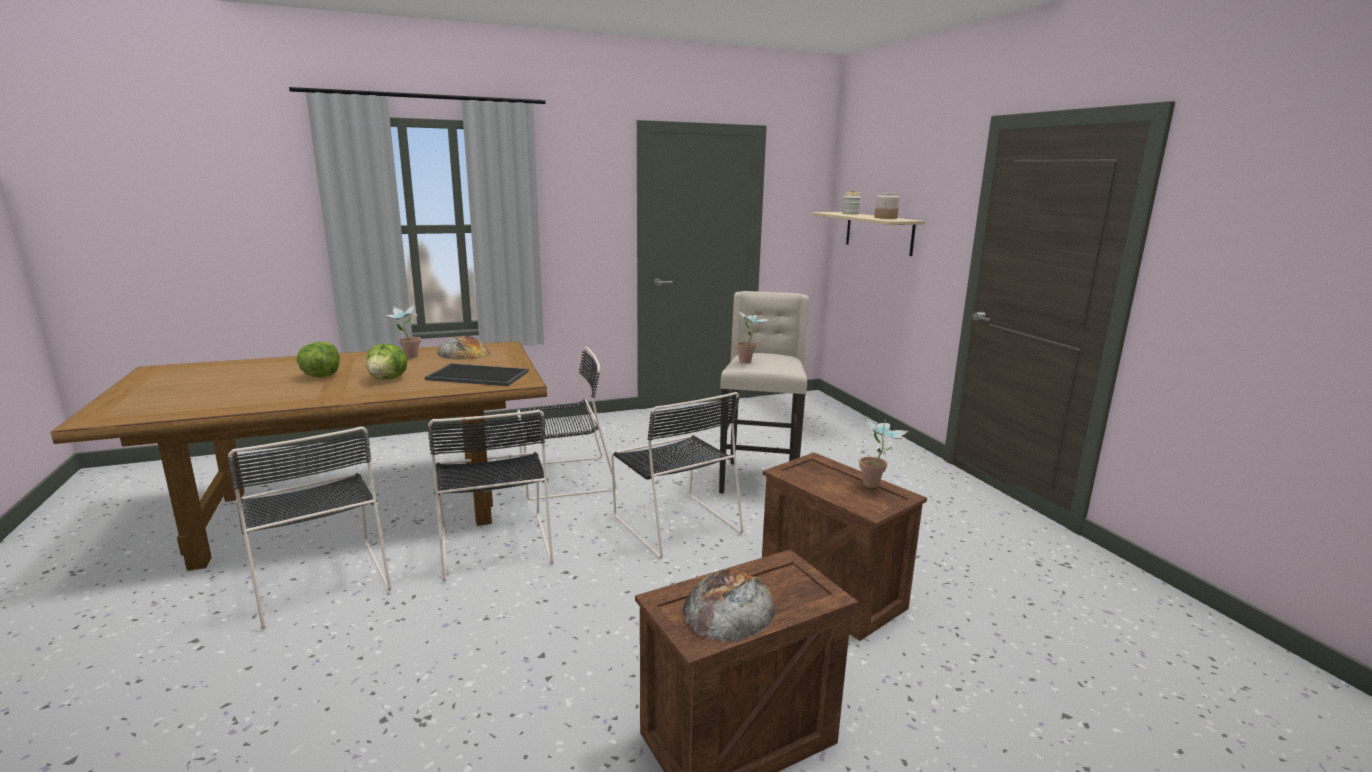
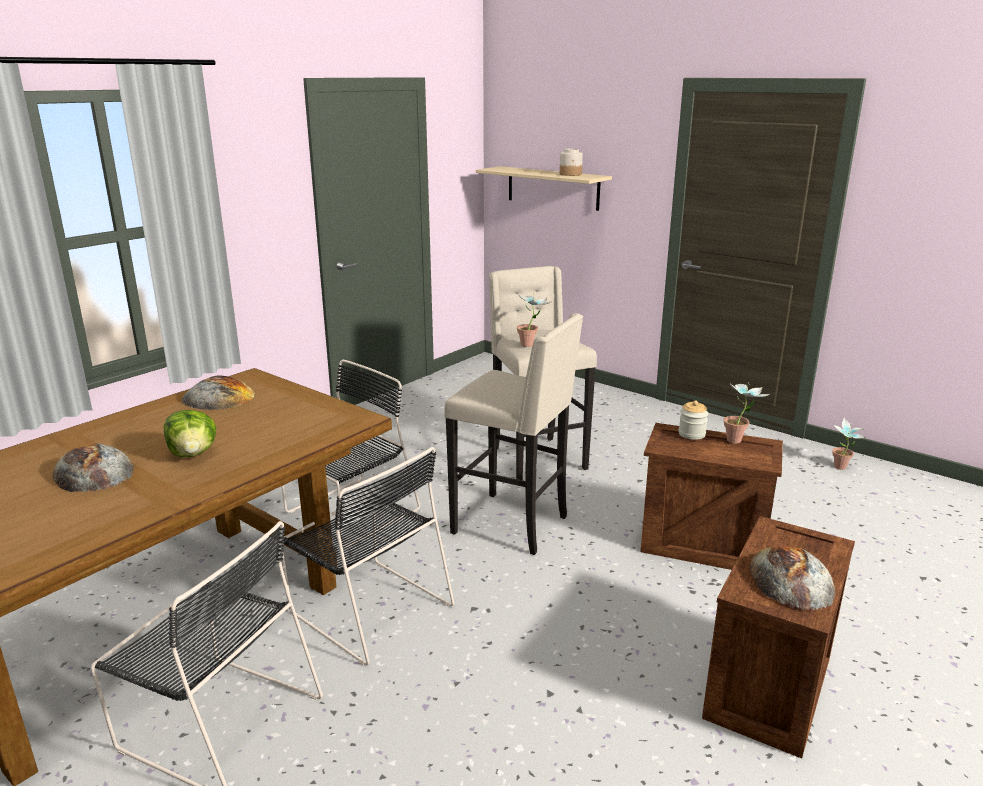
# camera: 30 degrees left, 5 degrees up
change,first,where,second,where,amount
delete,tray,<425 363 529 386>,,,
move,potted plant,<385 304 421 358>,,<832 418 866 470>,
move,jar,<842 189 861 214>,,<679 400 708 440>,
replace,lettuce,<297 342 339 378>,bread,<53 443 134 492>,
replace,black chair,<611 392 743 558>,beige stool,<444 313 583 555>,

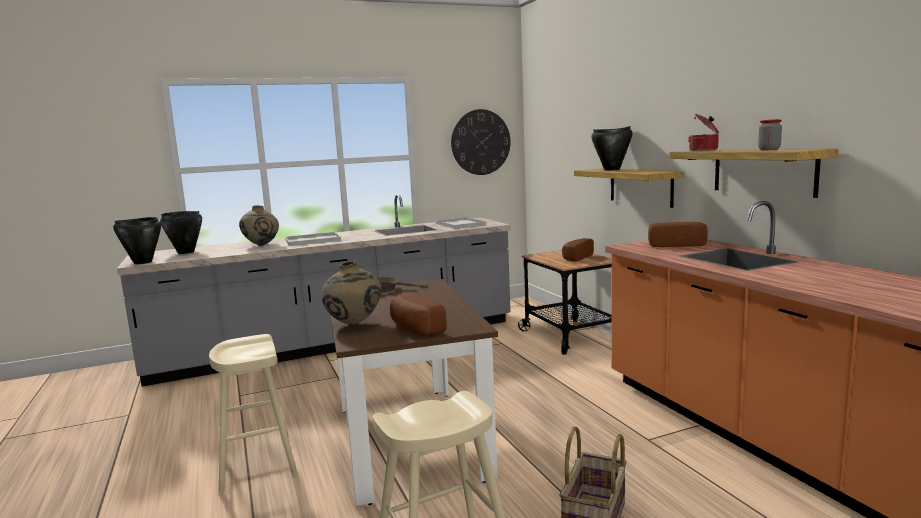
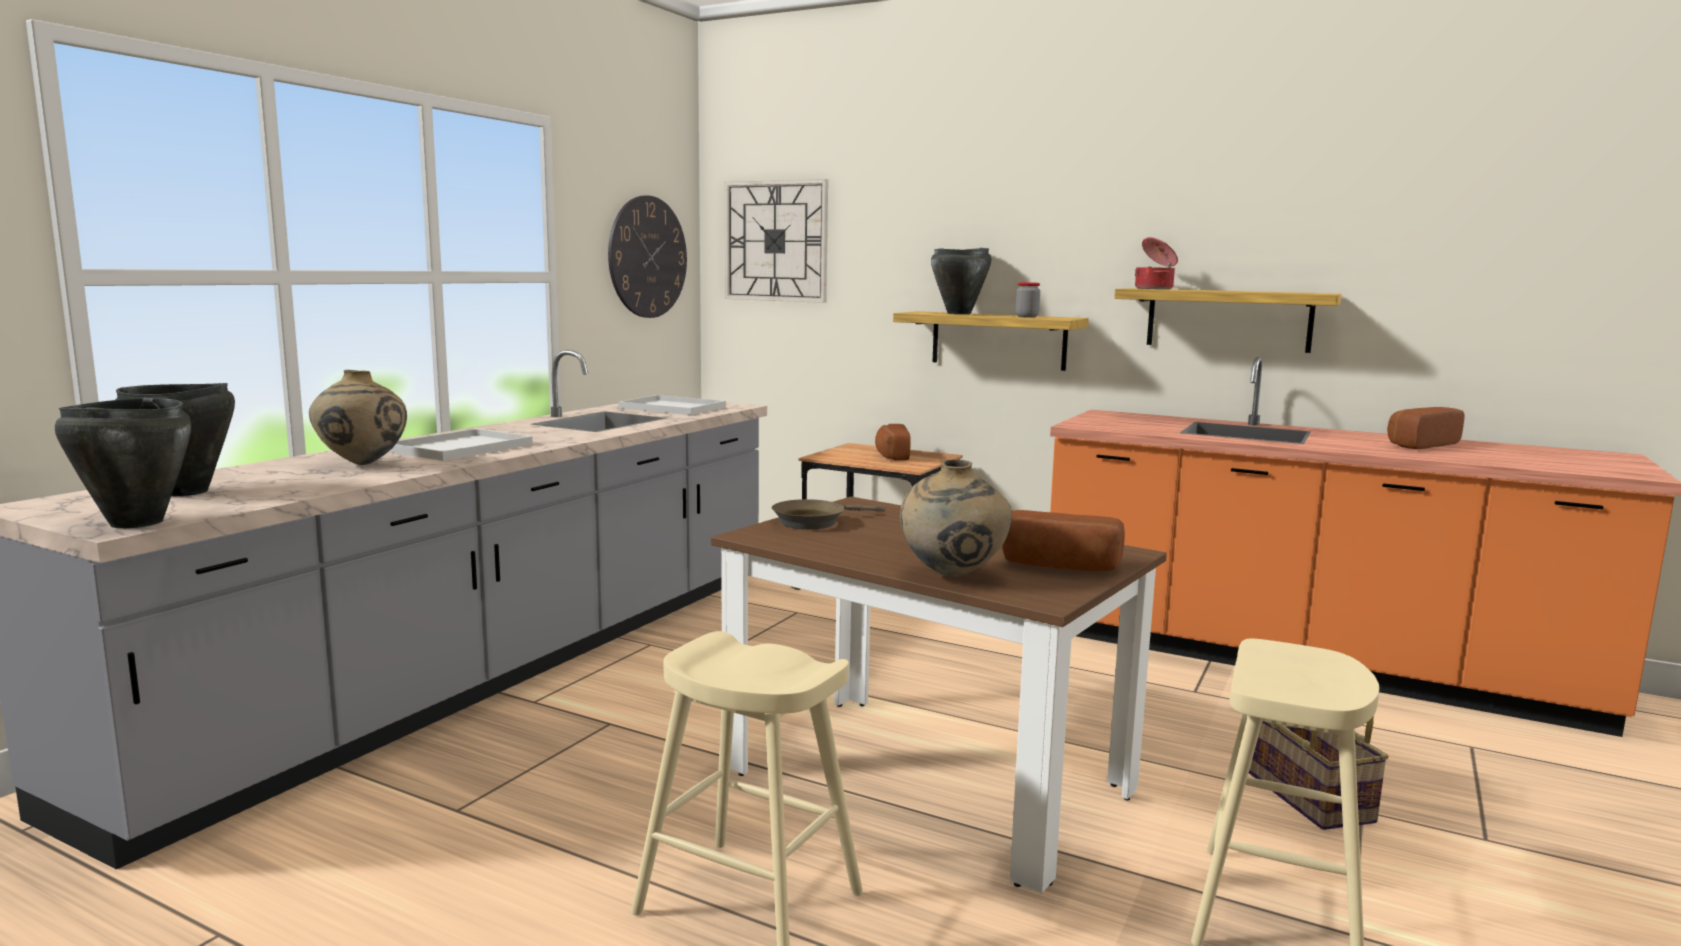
# camera: 40 degrees left, 0 degrees up
change,first,where,second,where,amount
insert,,,wall clock,<724 179 828 303>,
move,bread,<648 222 708 247>,,<1387 407 1465 449>,
move,jar,<758 119 782 150>,,<1016 282 1040 318>,

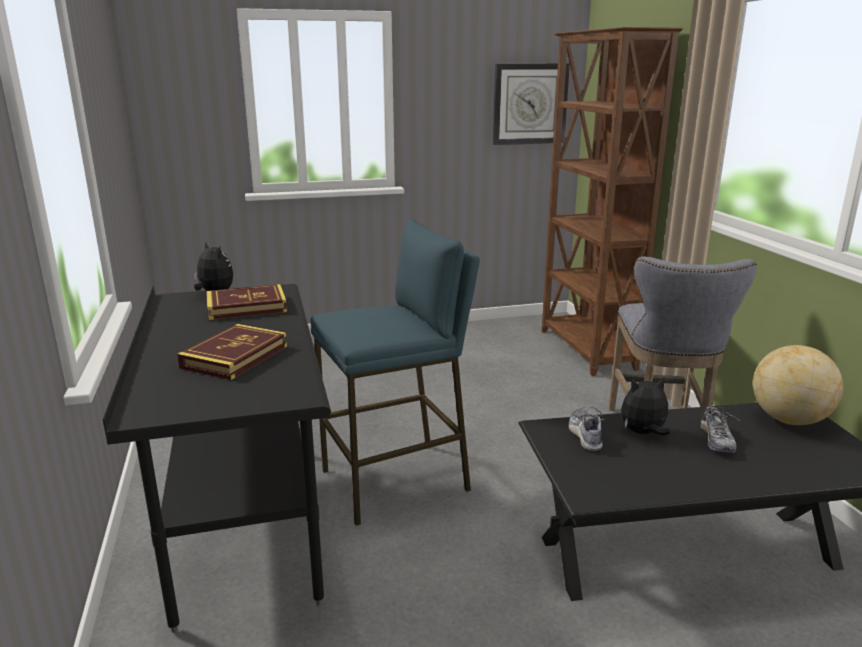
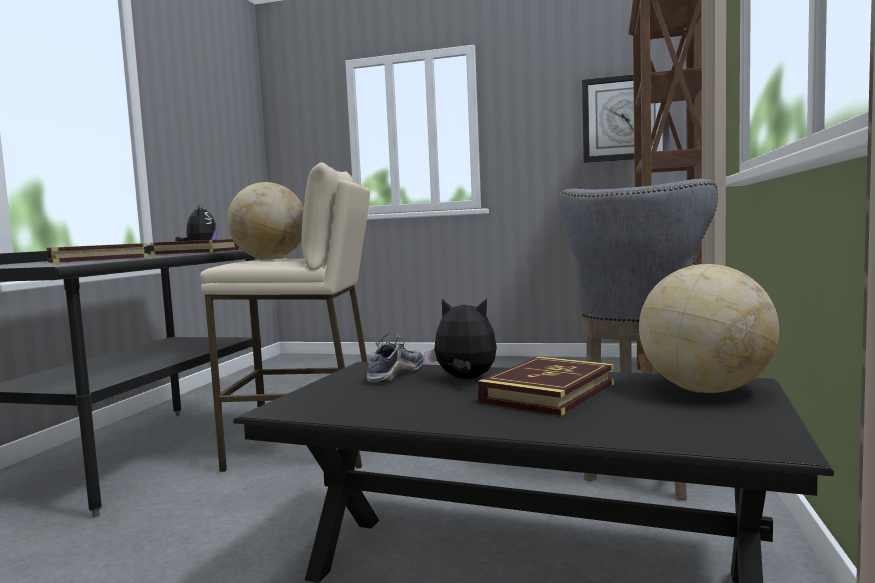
# camera: 30 degrees right, 15 degrees down
change,first,where,second,where,amount
insert,,,globe,<227 182 304 259>,
replace,shoe,<701 404 740 453>,book,<478 357 614 416>,
recolor,blue stool,<311 219 480 526>,beige stool,<200 162 370 472>,

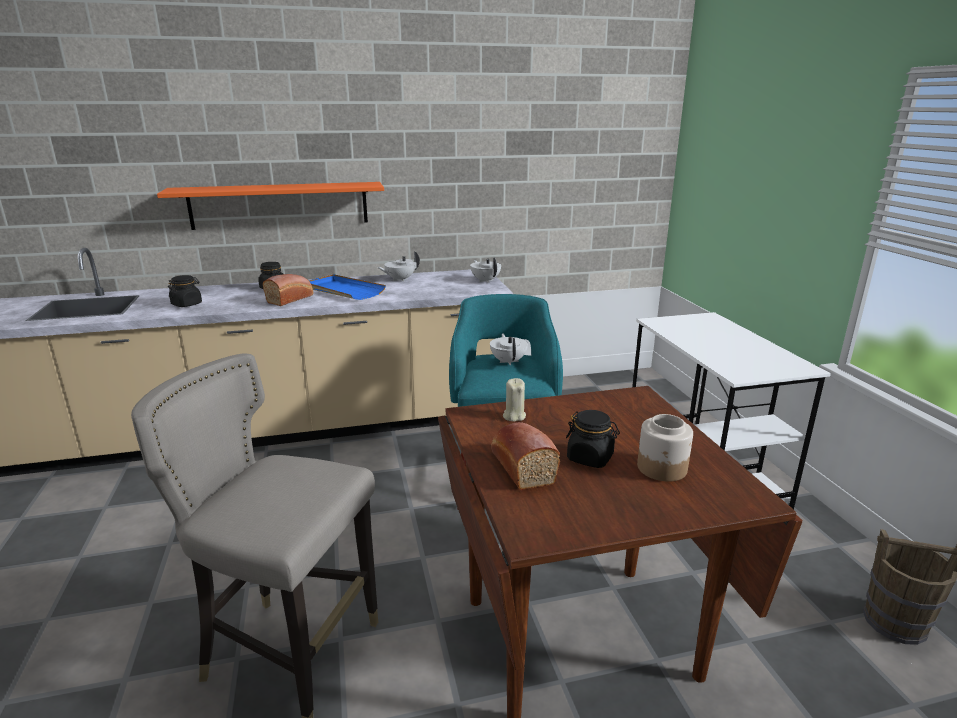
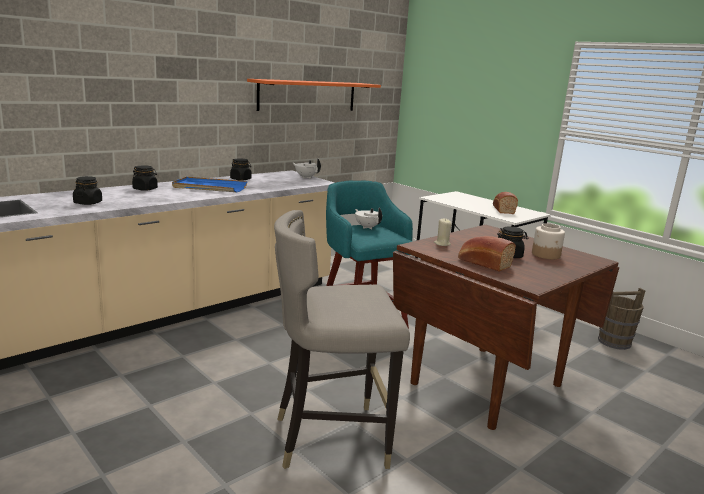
# camera: 30 degrees left, 5 degrees down
change,first,where,second,where,amount
move,orange shelf,<157 182 384 230>,,<247 79 381 111>,
move,bread,<263 274 314 306>,,<493 192 518 214>,
replace,white teapot,<377 251 420 282>,black jar,<230 158 252 181>,

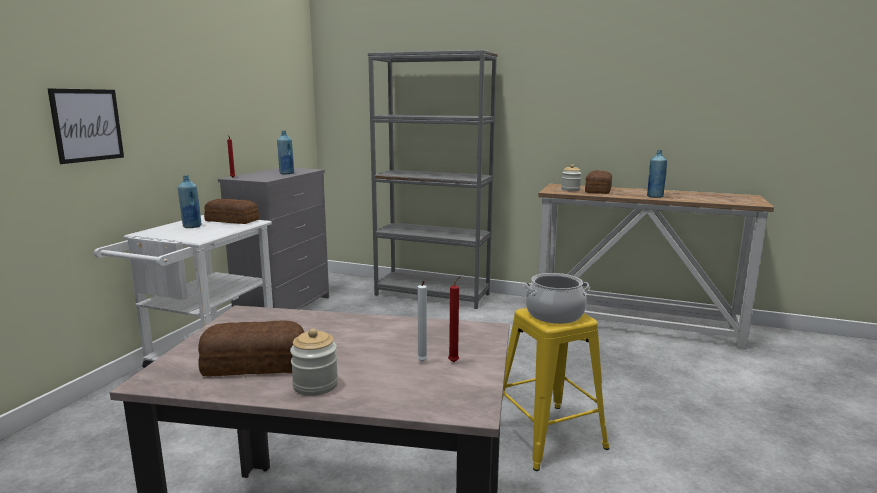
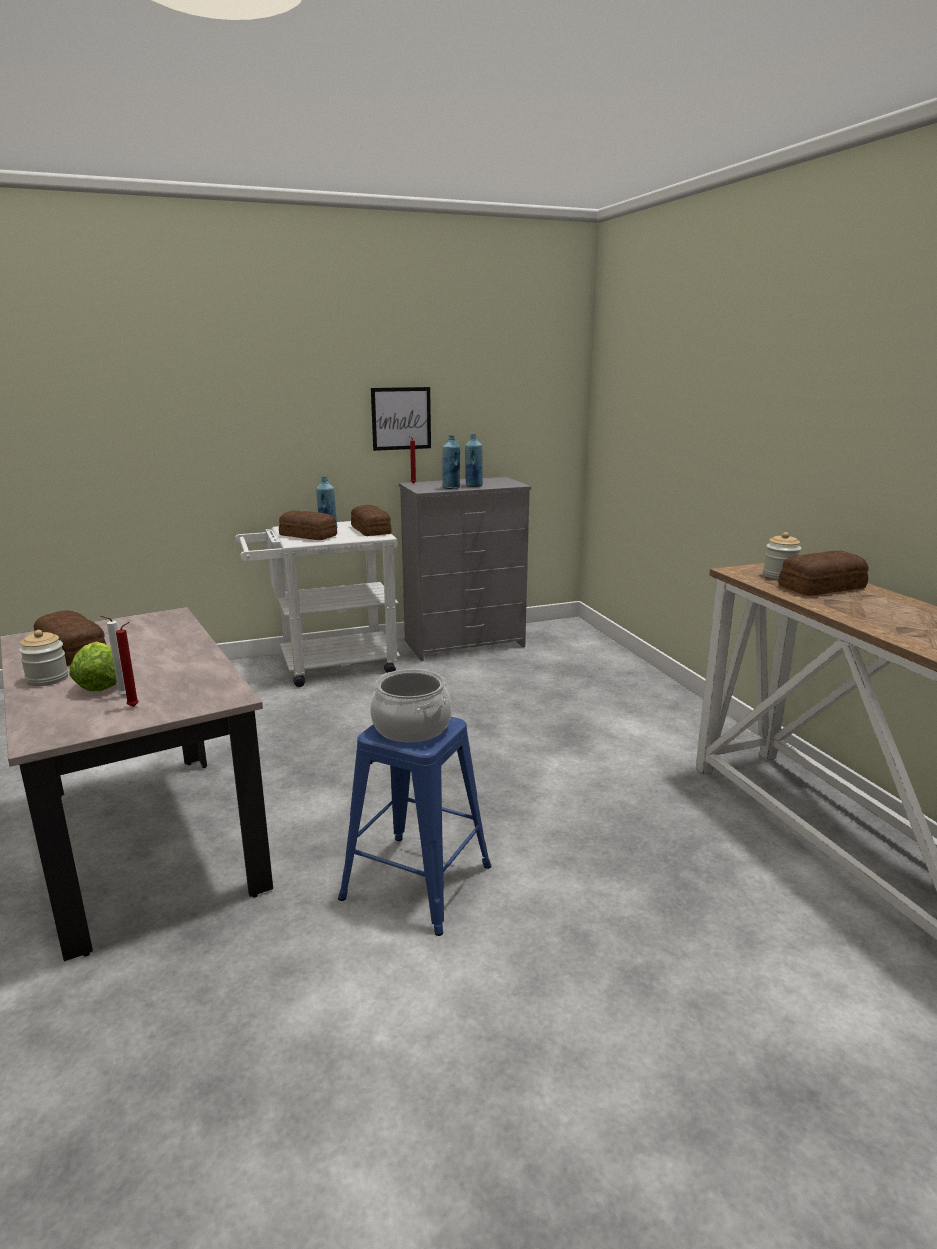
# camera: 50 degrees right, 5 degrees up
change,first,where,second,where,amount
delete,grey bookcase,<368 50 497 309>,,,
insert,,,lettuce,<69 642 117 691>,
insert,,,bread,<279 510 337 540>,
move,picture,<48 89 124 164>,,<371 387 431 451>,
move,blue bottle,<647 150 667 198>,,<442 435 460 489>,
recolor,yellow stool,<502 308 610 471>,blue stool,<338 717 492 936>,

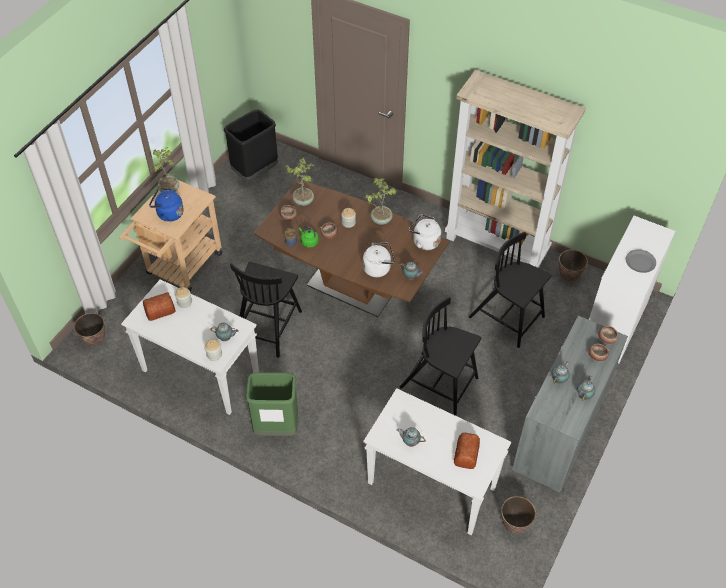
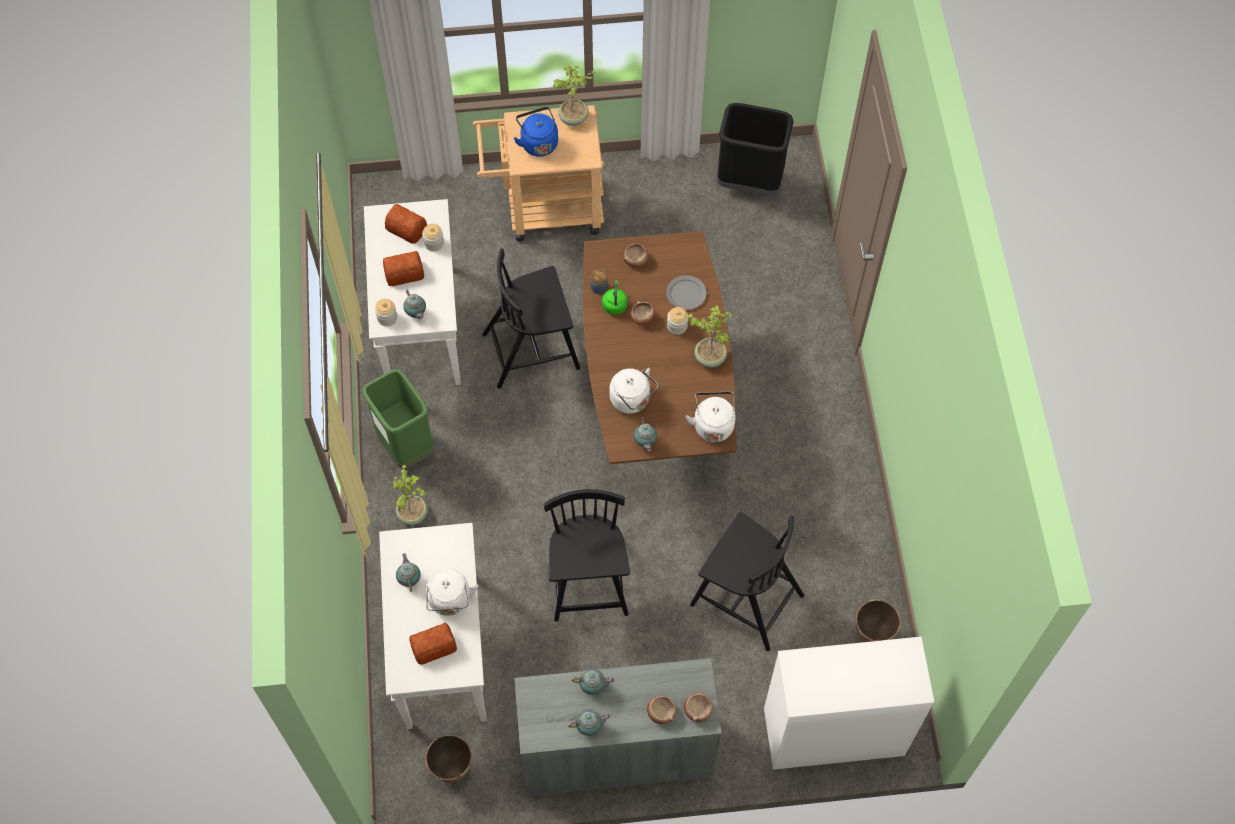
# camera: 55 degrees right, 10 degrees up
change,first,where,second,where,amount
delete,planter,<74 313 105 347>,,,
delete,beige bookcase,<445 70 586 268>,,,
insert,,,bread,<383 251 424 286>,
insert,,,white kettle,<426 569 478 616>,
move,potted plant,<285 158 314 206>,,<393 465 427 525>,
move,grey plate,<626 249 656 273>,,<666 275 707 310>,
rotate,black chair,<469 232 552 348>,,<690 512 804 651>,120 degrees clockwise

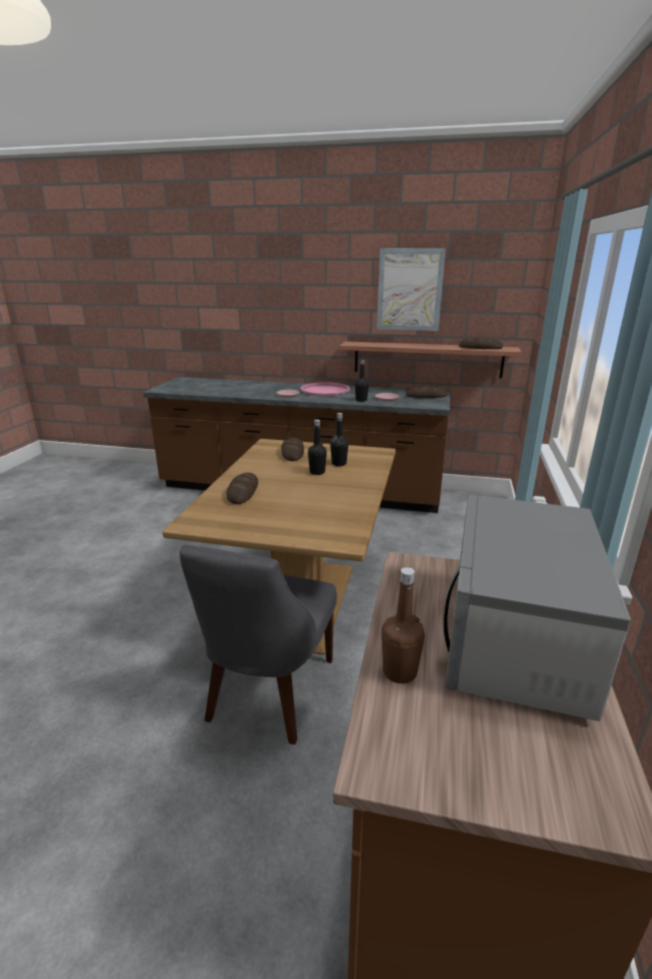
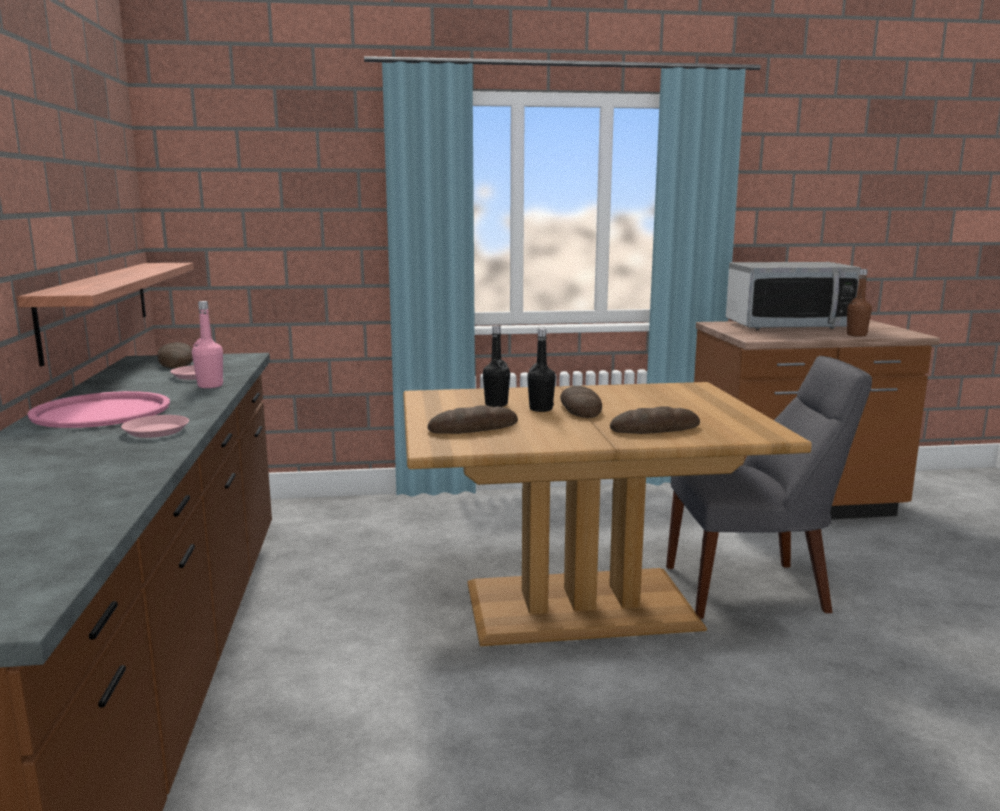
# camera: 110 degrees left, 10 degrees down
change,first,where,second,where,amount
delete,picture,<377 248 446 331>,,,
move,bread,<459 338 503 349>,,<560 386 602 418>,
recolor,black bottle,<355 360 369 402>,pink bottle,<192 301 223 388>,

